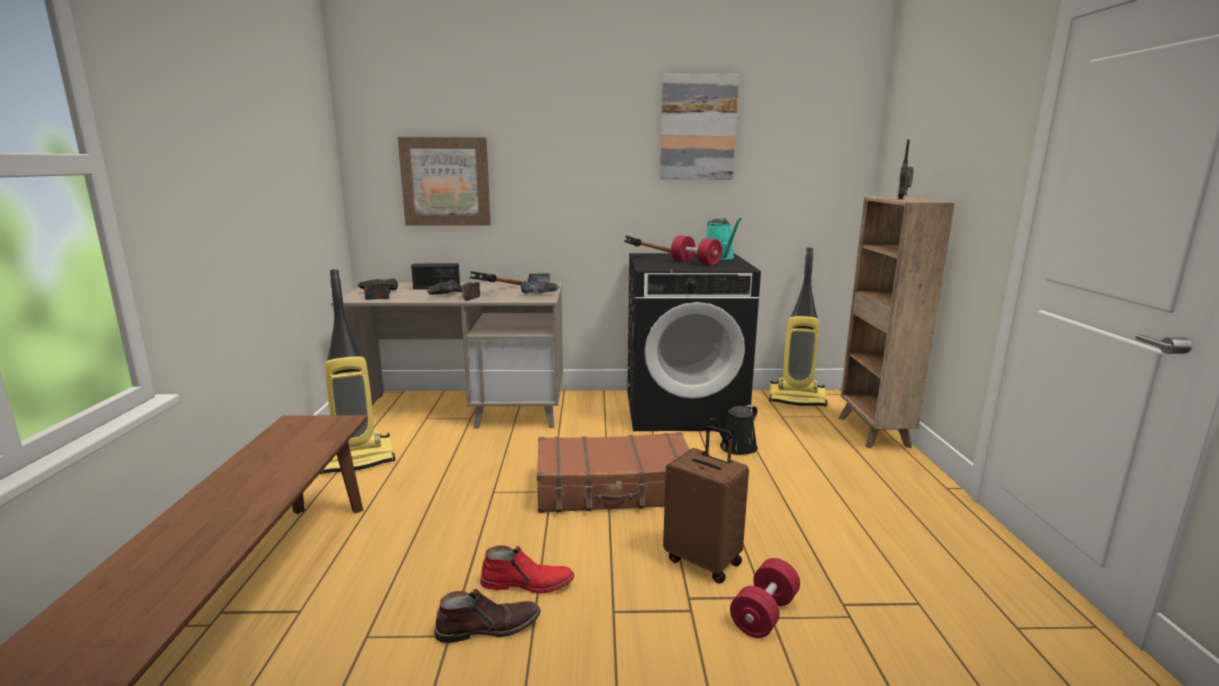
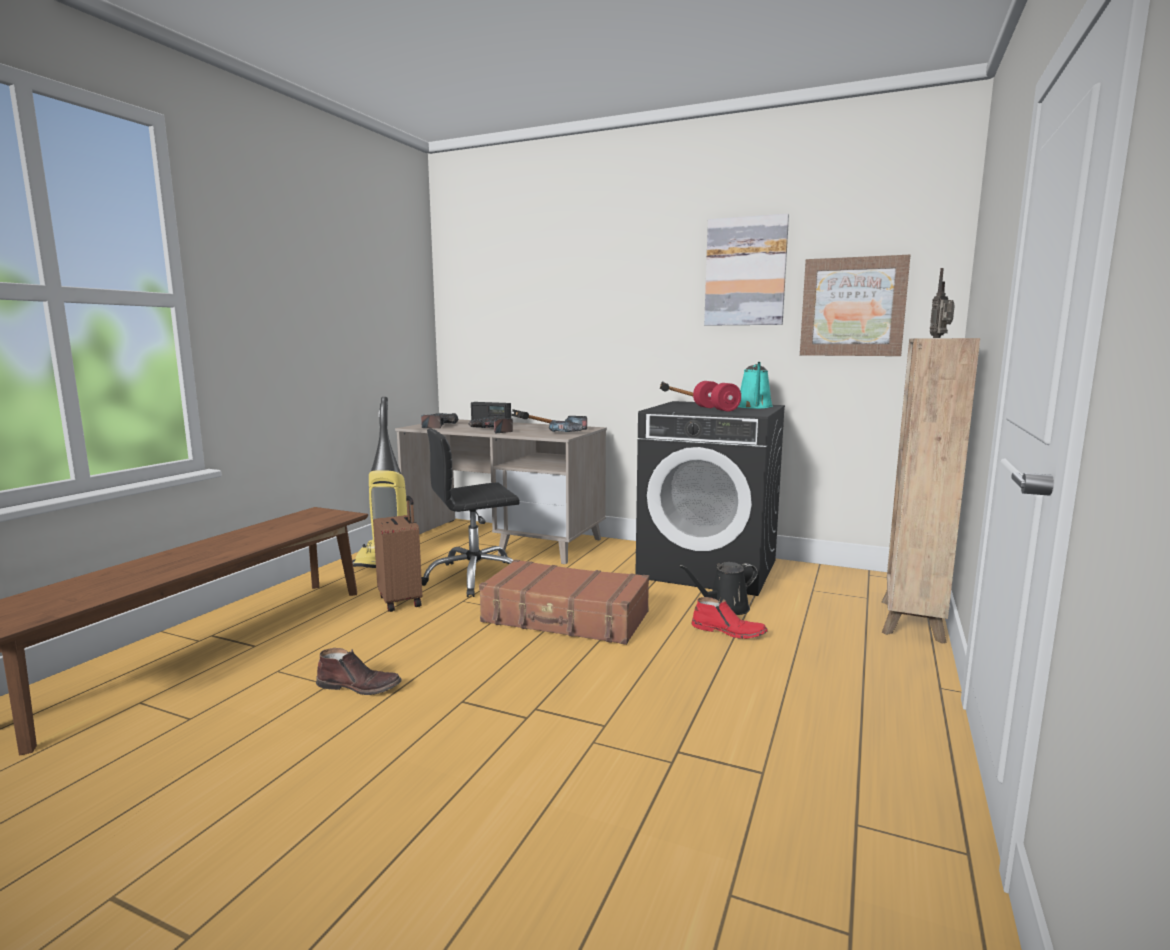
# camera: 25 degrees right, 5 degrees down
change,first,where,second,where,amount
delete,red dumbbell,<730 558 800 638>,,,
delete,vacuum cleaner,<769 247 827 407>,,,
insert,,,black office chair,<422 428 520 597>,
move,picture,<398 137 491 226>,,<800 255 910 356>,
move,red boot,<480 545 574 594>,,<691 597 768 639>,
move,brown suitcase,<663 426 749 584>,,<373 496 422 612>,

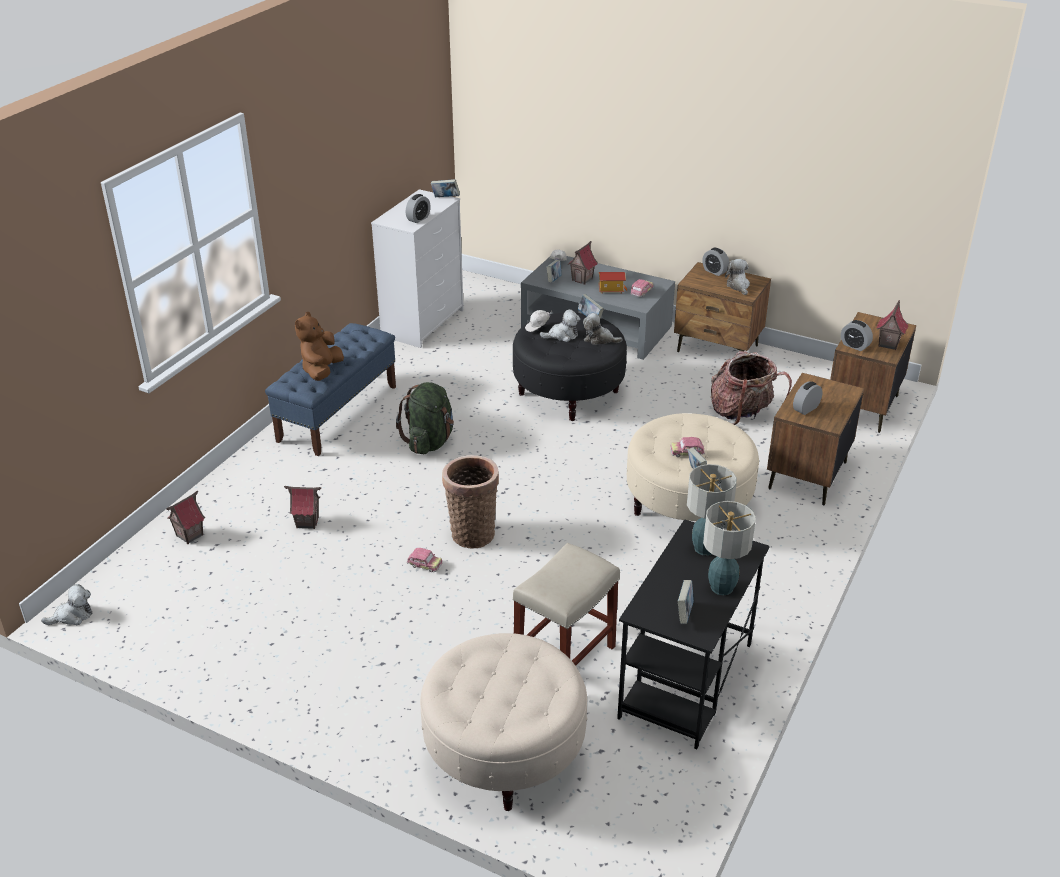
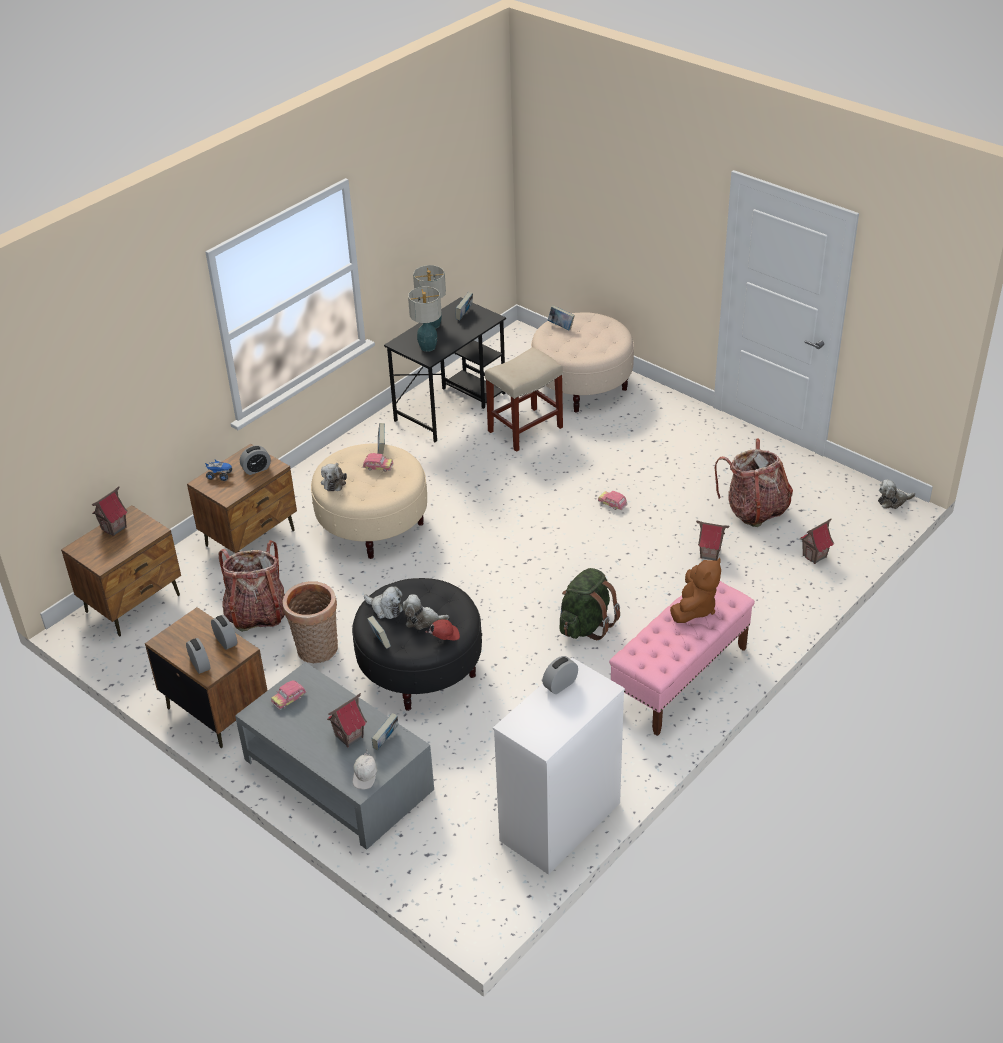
# camera: 165 degrees left, 5 degrees up
change,first,where,second,where,amount
delete,toy house,<598 272 627 294>,,,
insert,,,toy truck,<205 460 232 481>,
insert,,,backpack,<715 439 793 527>,
move,book,<431 179 460 197>,,<548 305 575 330>,
move,basket,<442 455 499 548>,,<282 581 338 663>,
move,plush toy,<725 259 750 295>,,<321 463 347 491>,
move,alarm clock,<841 320 873 351>,,<211 615 237 650>,
recolor,blue bench,<265 323 396 456>,pink bench,<609 581 755 736>,
recolor,white cap,<525 310 552 332>,red cap,<426 619 460 640>,

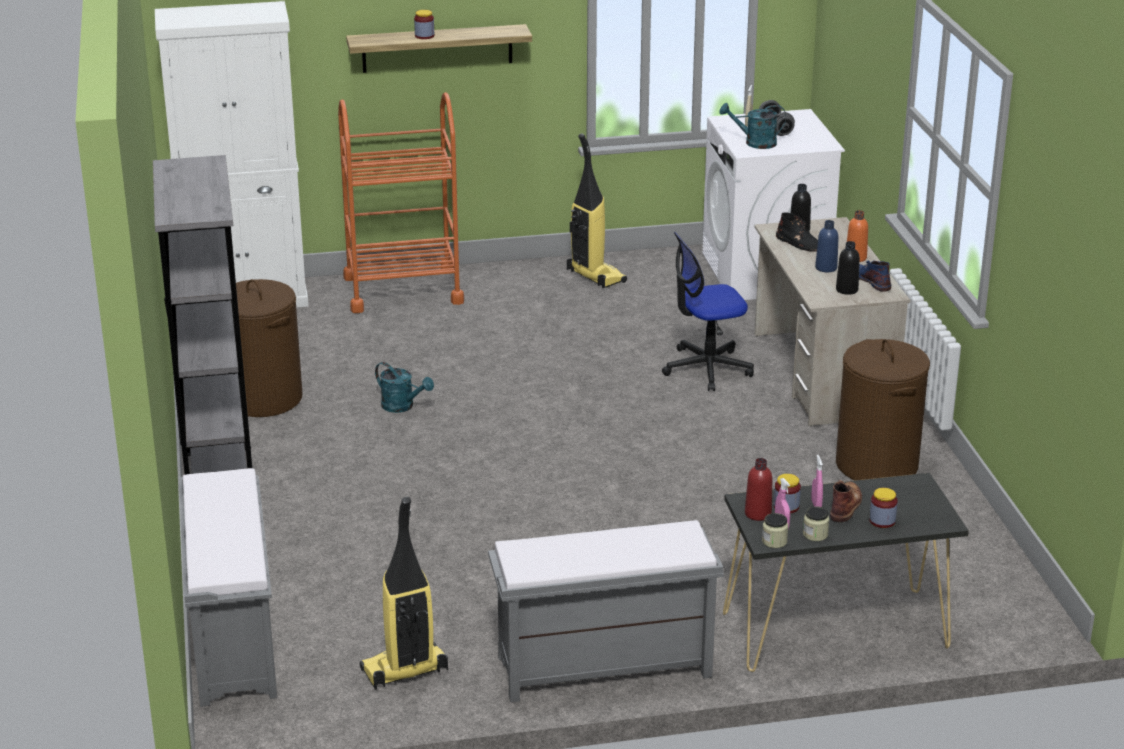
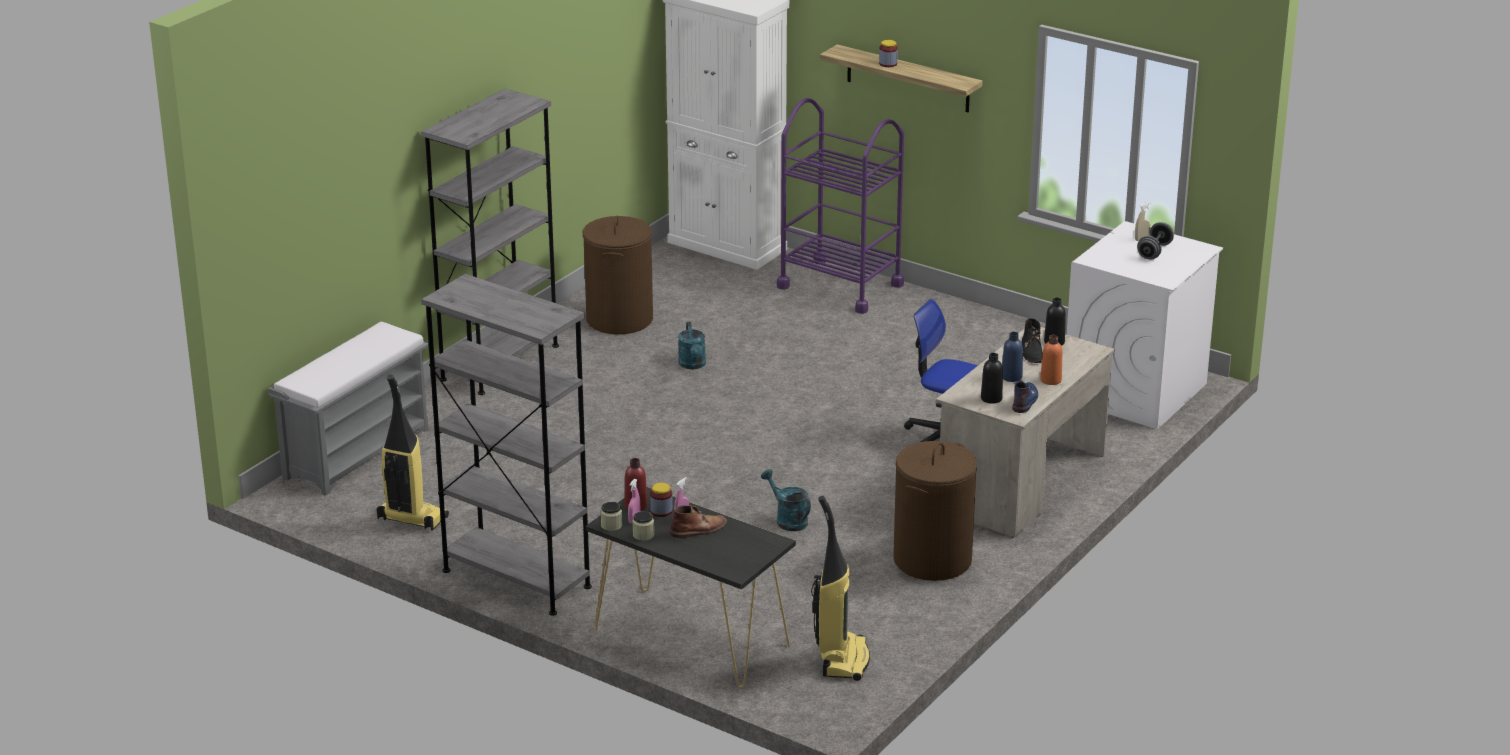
# camera: 45 degrees right, 0 degrees up
change,first,where,second,where,amount
delete,jar,<869 488 898 528>,,,
move,vacuum cleaner,<567 134 627 288>,,<811 496 870 681>,
move,turquoise watering can,<719 103 786 149>,,<761 469 811 531>,
replace,grey bench,<488 520 724 702>,grey bookcase,<421 274 592 616>,
recolor,orange cart,<338 92 464 313>,purple cart,<777 98 904 314>,

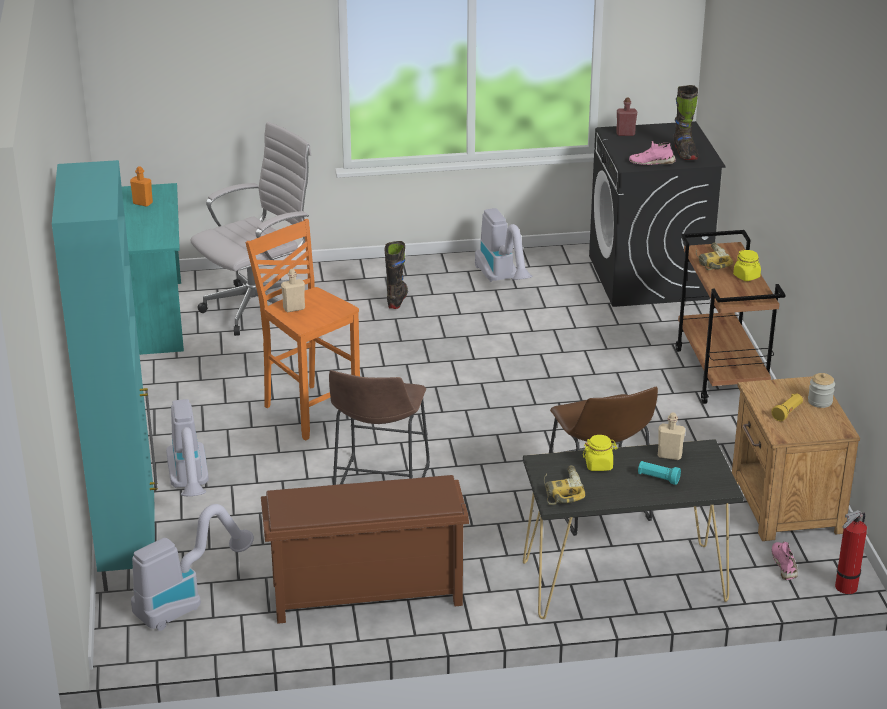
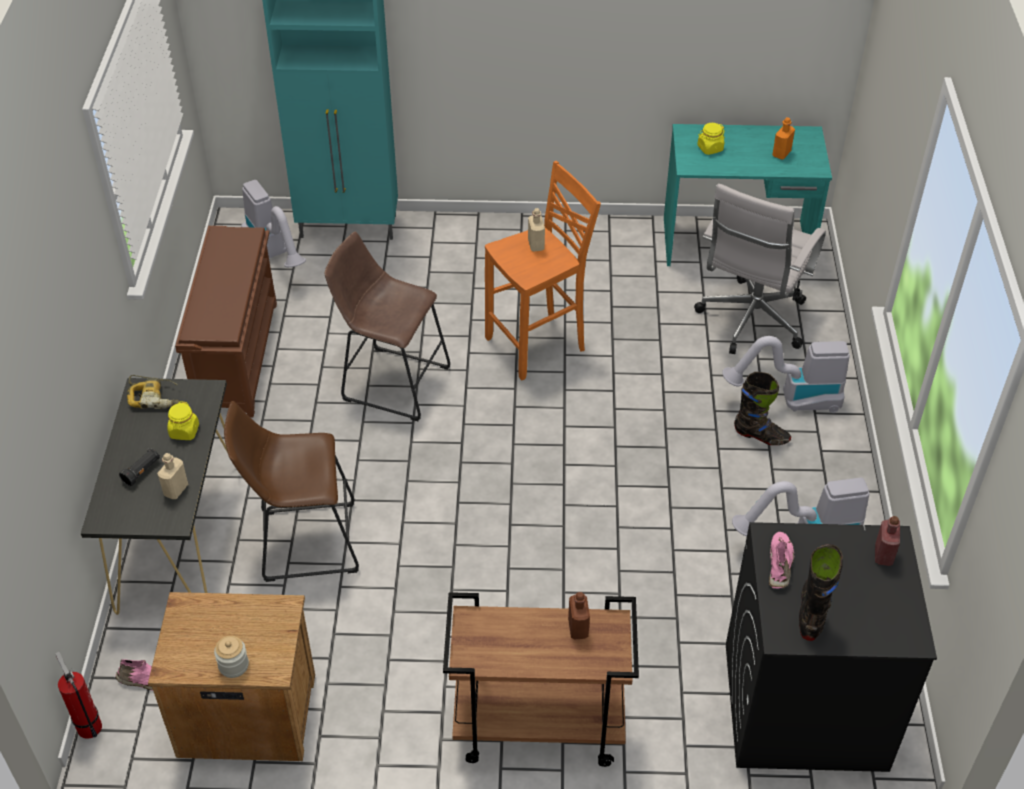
# camera: 100 degrees right, 15 degrees up
change,first,where,second,where,amount
delete,yellow flashlight,<771 393 803 421>,,,
move,vacuum cleaner,<166 399 209 496>,,<722 336 850 413>,
move,yellow jar,<733 250 761 281>,,<697 123 725 155>,
replace,power drill,<696 242 733 270>,brown bottle,<568 592 590 639>,
recolor,turquoise flashlight,<638 461 681 485>,black flashlight,<119 449 160 486>,
rotate,white office chair,<190 122 311 336>,,<694 183 826 354>,60 degrees clockwise
rotate,black boot,<673 85 698 160>,,<799 544 843 641>,105 degrees clockwise

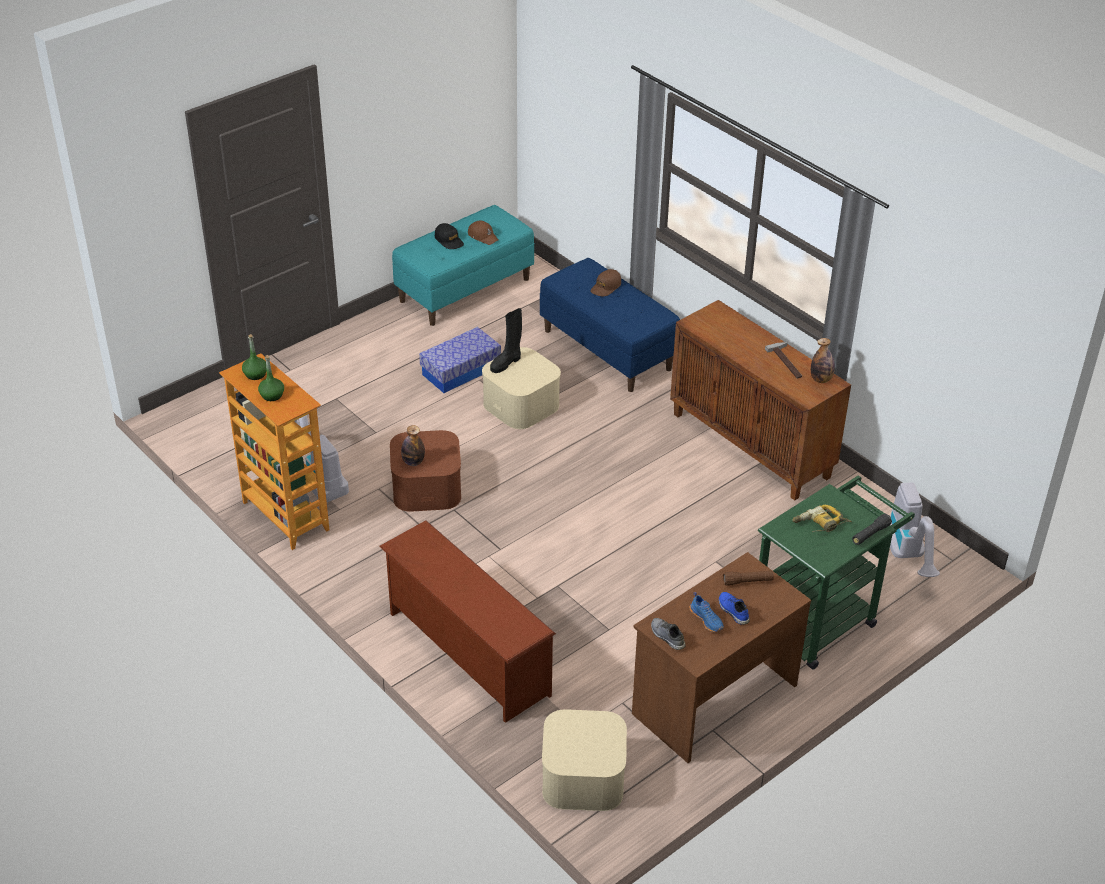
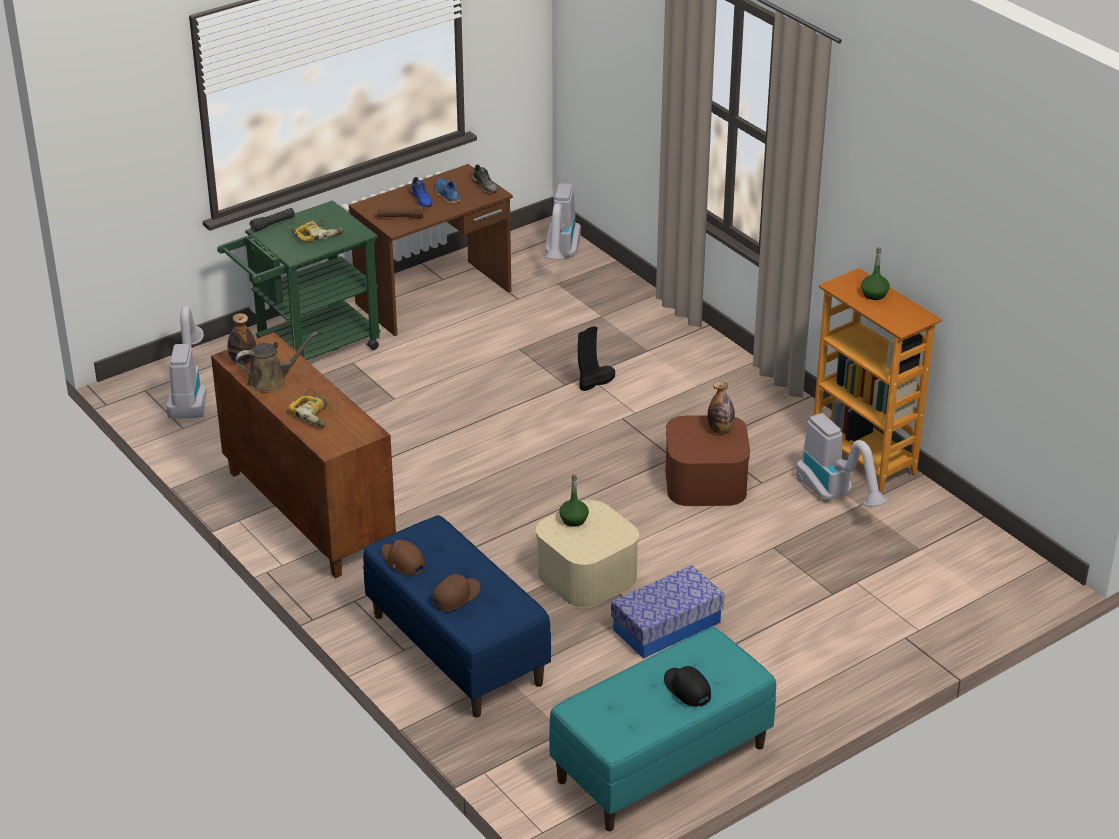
# camera: 175 degrees left, 5 degrees down
change,first,where,second,where,amount
delete,brown shoe rack,<379 520 556 723>,,,
insert,,,power drill,<288 388 337 427>,
move,green bottle,<242 334 267 380>,,<559 474 589 527>,
move,brown cap,<468 221 498 245>,,<381 540 425 575>,
move,black boot,<490 308 522 373>,,<578 326 615 391>,
replace,beige storage box,<542 709 627 811>,vacuum cleaner,<544 183 581 259>,
replace,hammer,<765 342 802 379>,brown watering can,<235 332 318 393>,

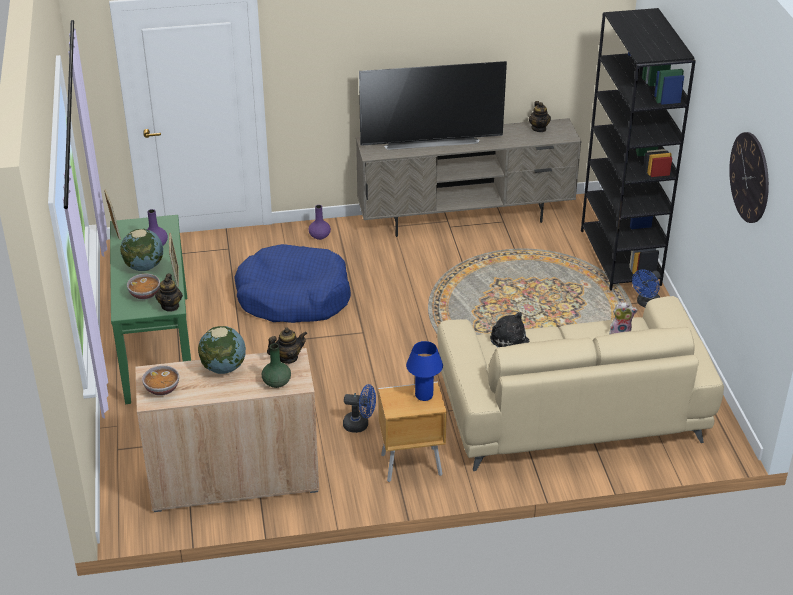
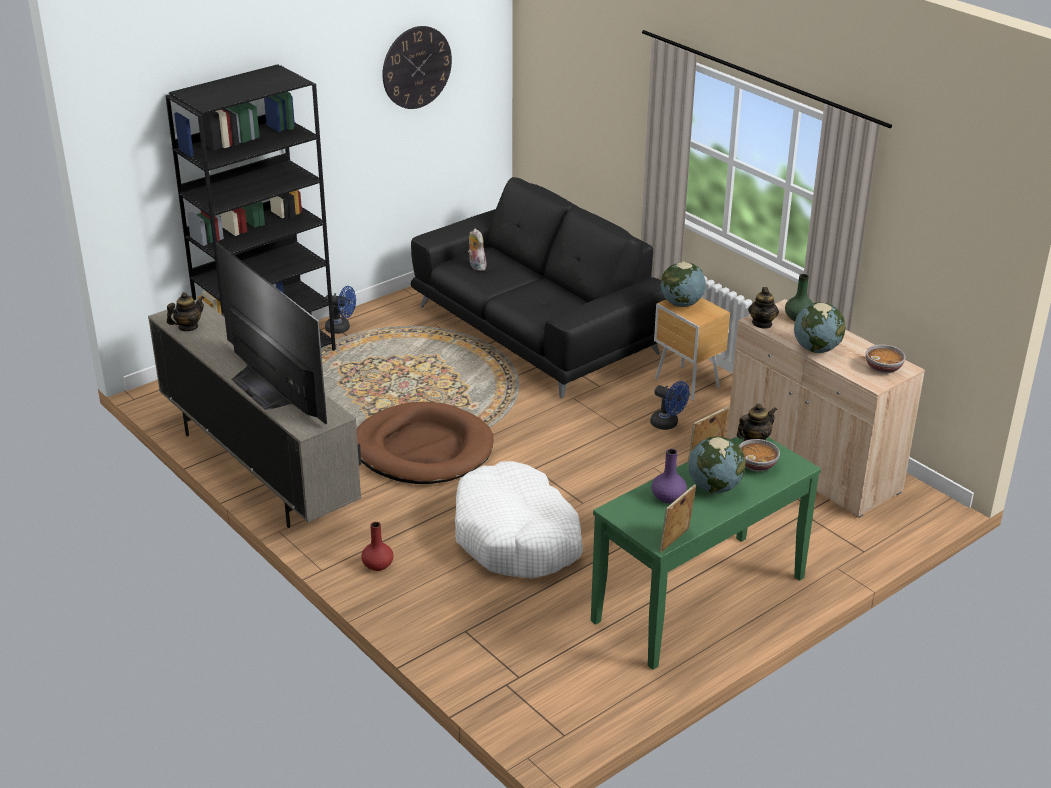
# camera: 120 degrees left, 5 degrees down
change,first,where,second,where,amount
delete,plush toy,<490 312 529 347>,,,
insert,,,brown dog bed,<356 402 494 484>,
replace,blue table lamp,<406 341 443 401>,globe,<660 261 706 307>,
recolor,blue dog bed,<234 244 351 323>,white dog bed,<455 461 583 578>,
recolor,purple vase,<309 205 331 240>,red vase,<361 522 394 571>,
recolor,beige sofa,<437 296 724 471>,black sofa,<411 177 666 398>,
rotate,teapot,<267 328 307 364>,,<748 287 779 329>,120 degrees counterclockwise
rotate,blue fan,<343 384 376 433>,,<650 381 690 430>,150 degrees clockwise

